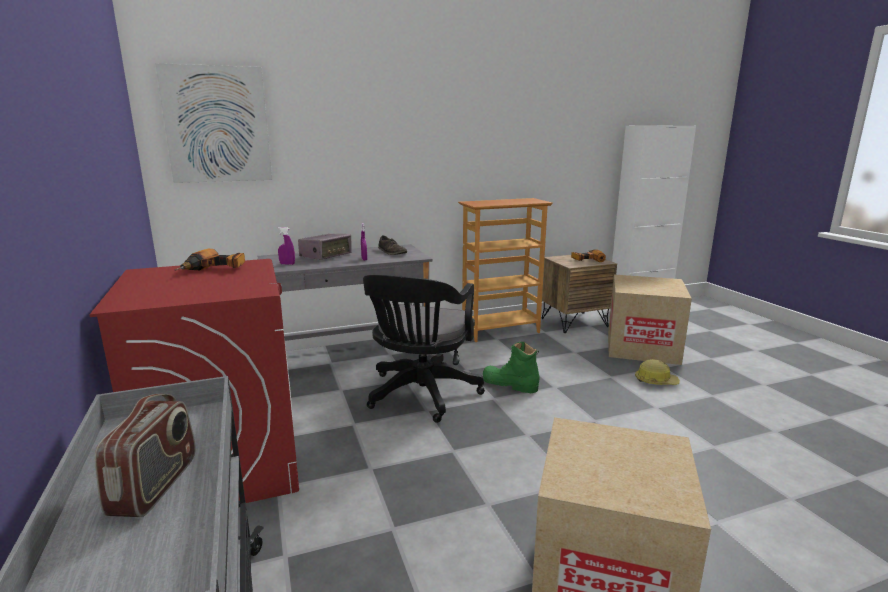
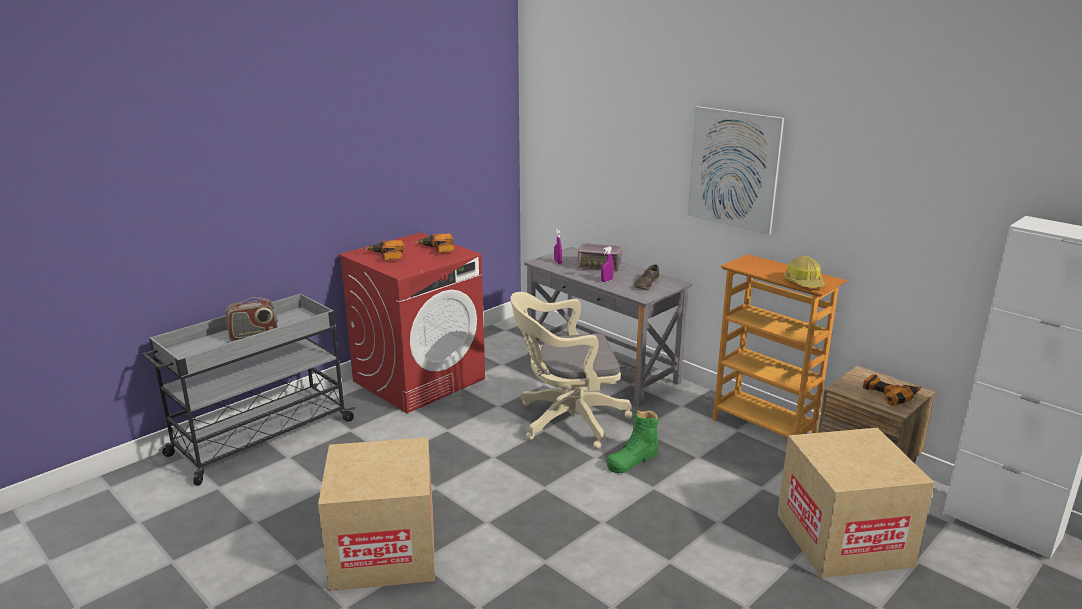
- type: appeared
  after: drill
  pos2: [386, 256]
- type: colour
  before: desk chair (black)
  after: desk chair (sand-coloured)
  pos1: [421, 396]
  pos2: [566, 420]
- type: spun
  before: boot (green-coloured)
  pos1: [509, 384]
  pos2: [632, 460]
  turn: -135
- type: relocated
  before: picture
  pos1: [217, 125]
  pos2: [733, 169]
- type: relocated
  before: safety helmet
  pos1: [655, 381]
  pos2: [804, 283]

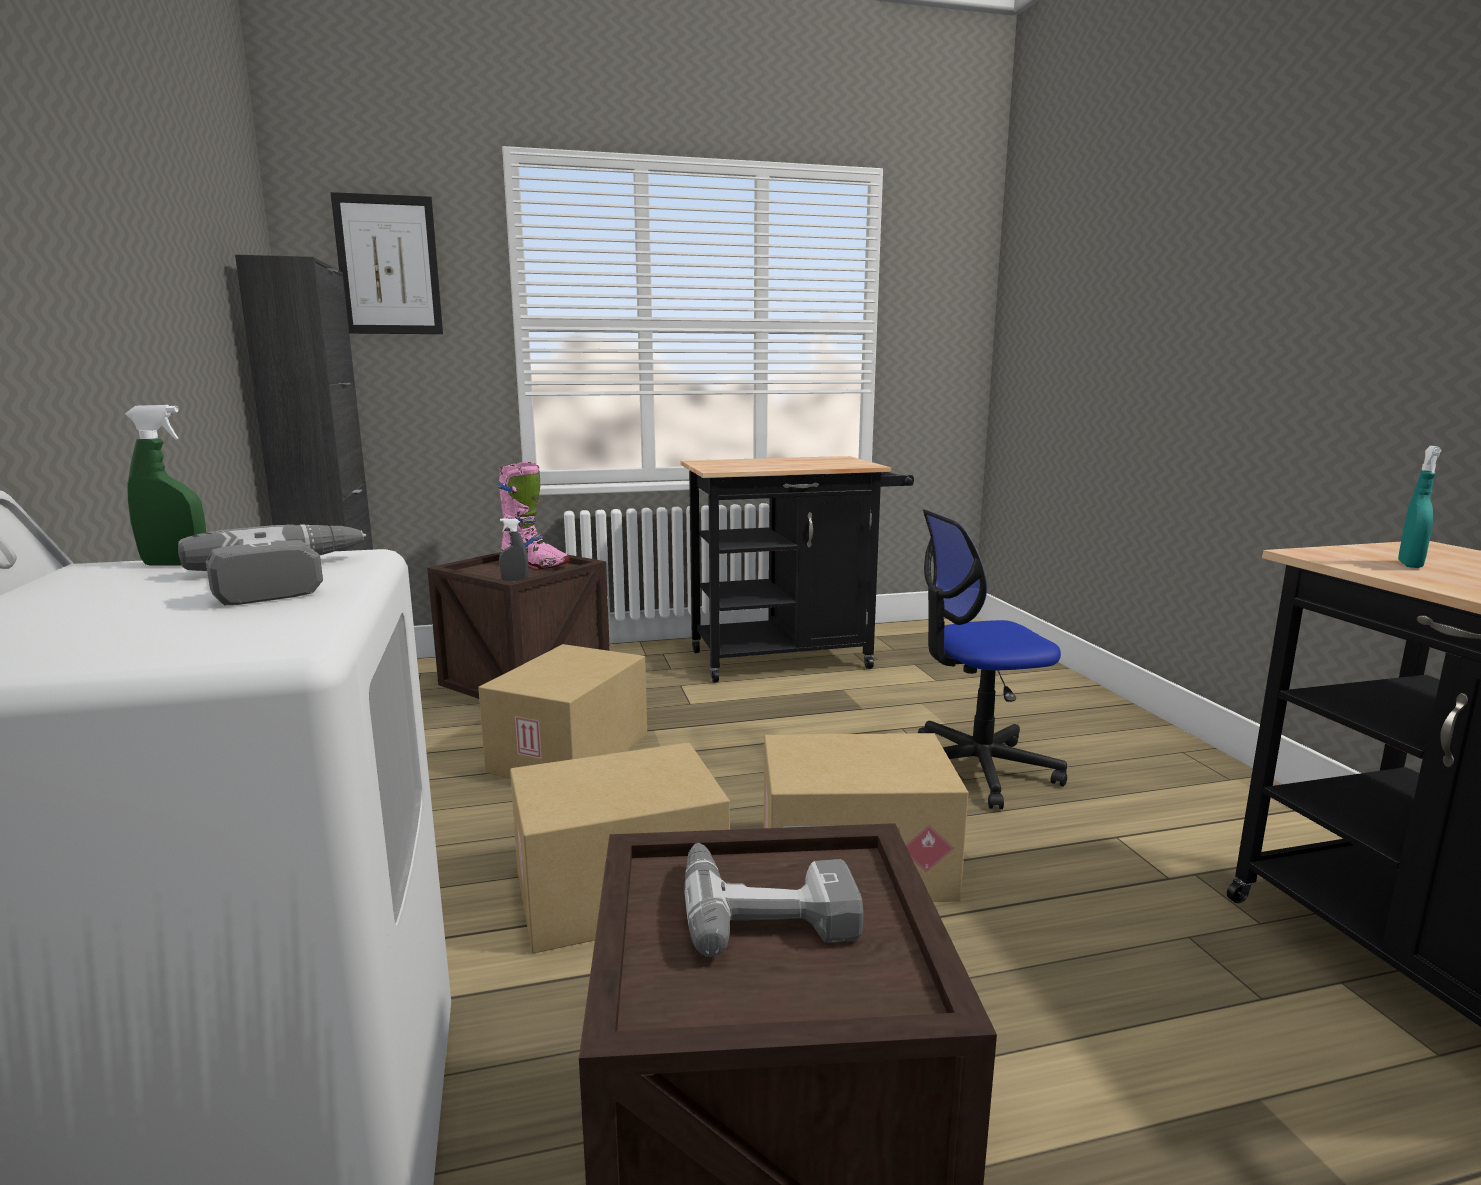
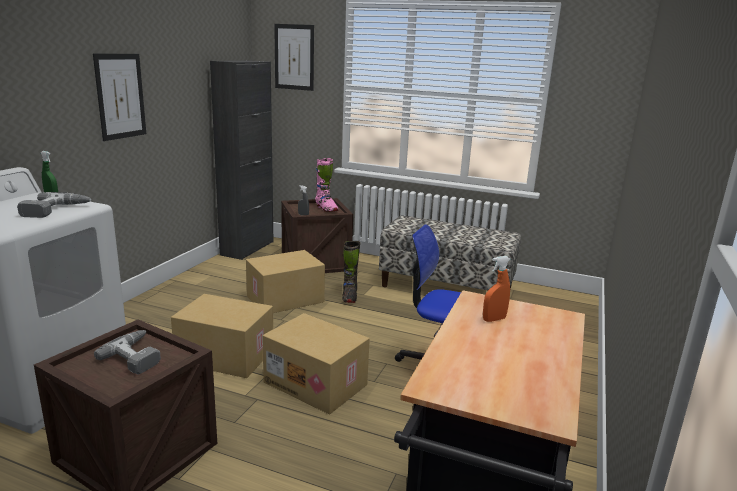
- type: appeared
  after: picture
  pos2: [120, 96]
- type: appeared
  after: boot (black)
  pos2: [349, 296]
- type: exchanged
  before: wheeled cart (black)
  after: long seat
  pos1: [792, 658]
  pos2: [446, 288]
- type: colour
  before: spray bottle (turquoise)
  after: spray bottle (orange-coloured)
  pos1: [1410, 565]
  pos2: [494, 319]

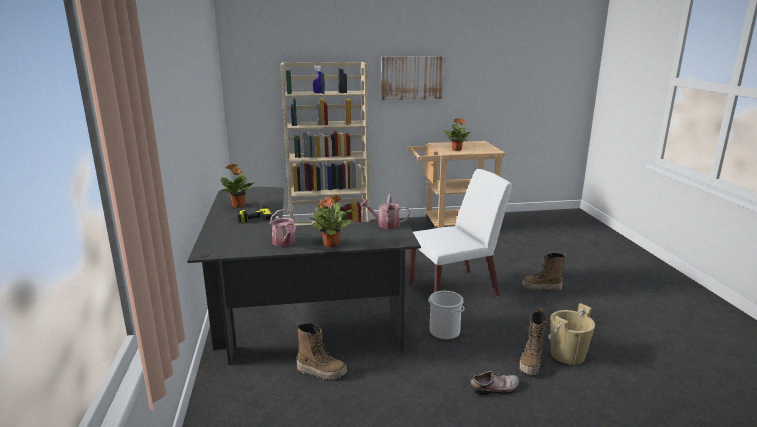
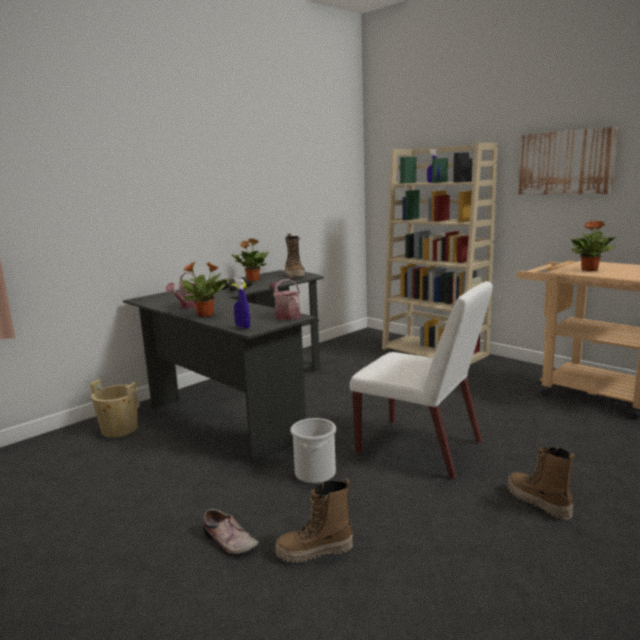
- type: relocated
  before: water bucket (sand-coloured)
  pos1: [567, 354]
  pos2: [119, 429]
- type: appeared
  after: spray bottle (blue)
  pos2: [242, 327]
- type: relocated
  before: boot
  pos1: [321, 371]
  pos2: [295, 276]

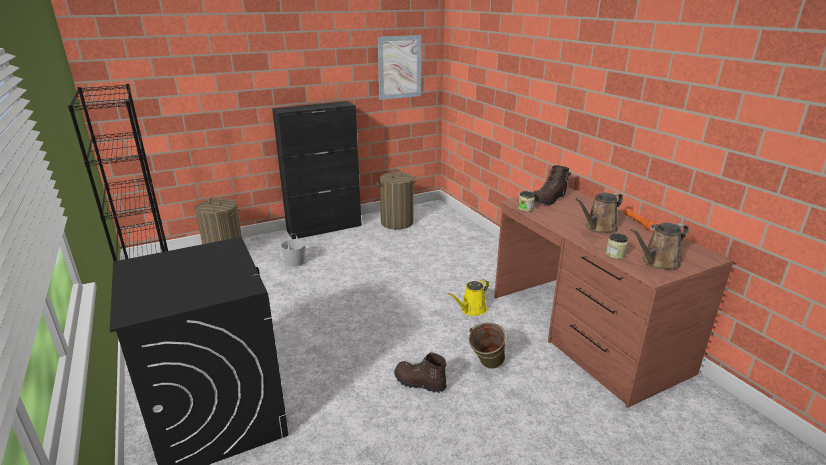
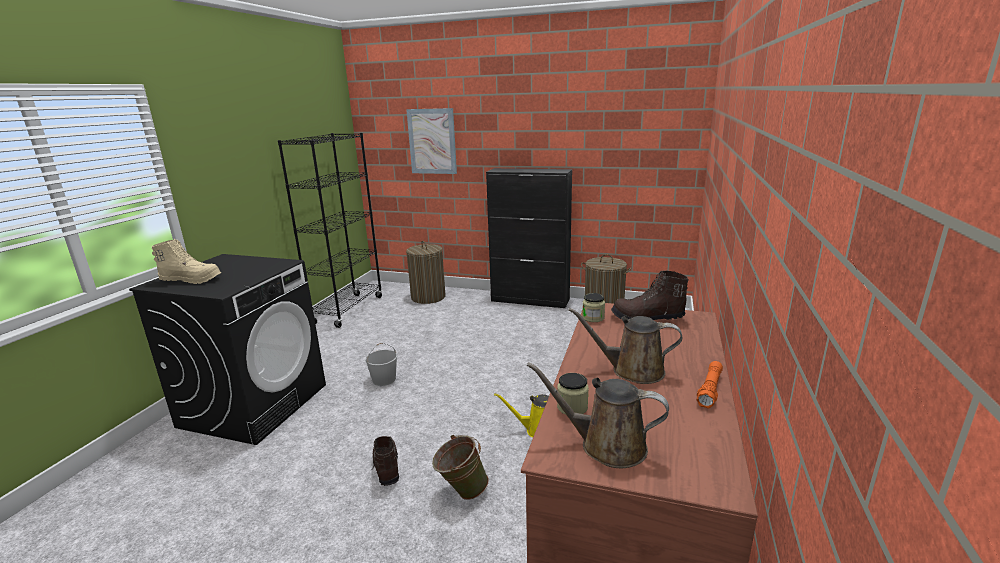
- type: appeared
  after: boot (sand-coloured)
  pos2: [192, 280]
- type: relocated
  before: water bucket (whitish)
  pos1: [295, 262]
  pos2: [383, 379]
- type: relocated
  before: picture
  pos1: [399, 67]
  pos2: [432, 141]

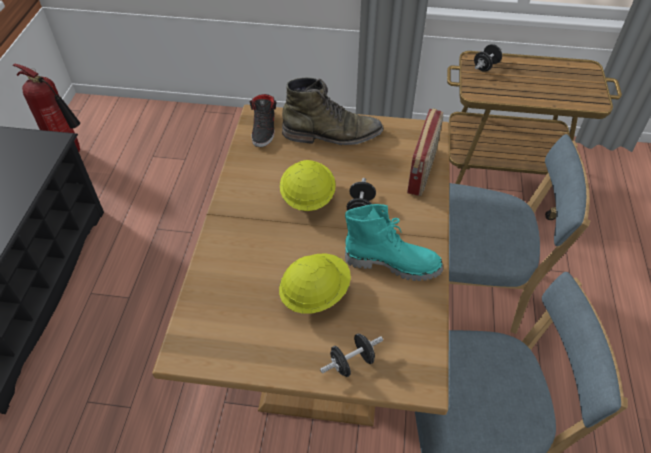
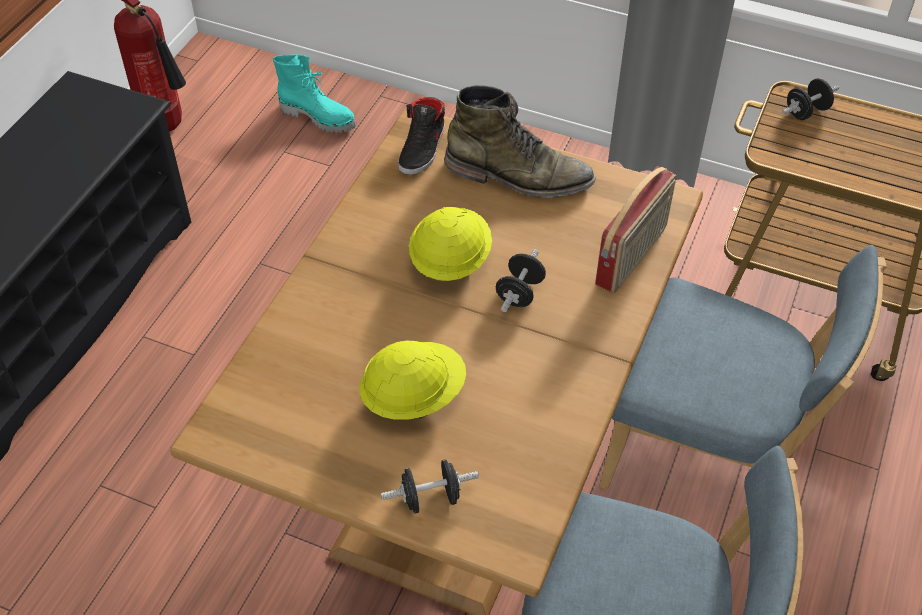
- type: relocated
  before: boot (turquoise)
  pos1: [392, 263]
  pos2: [318, 117]

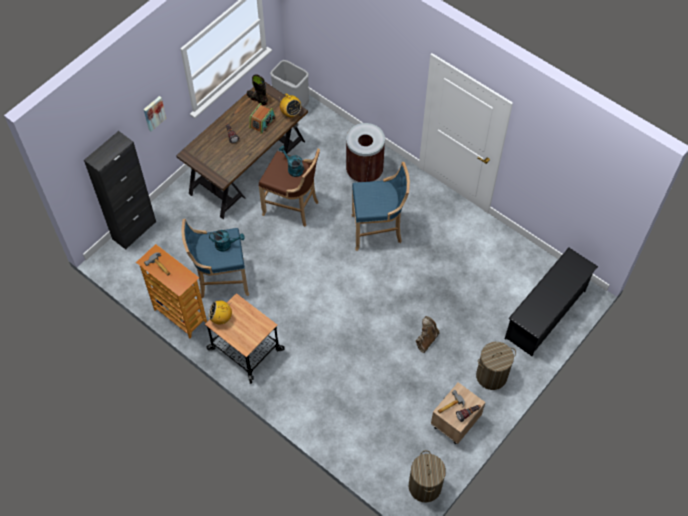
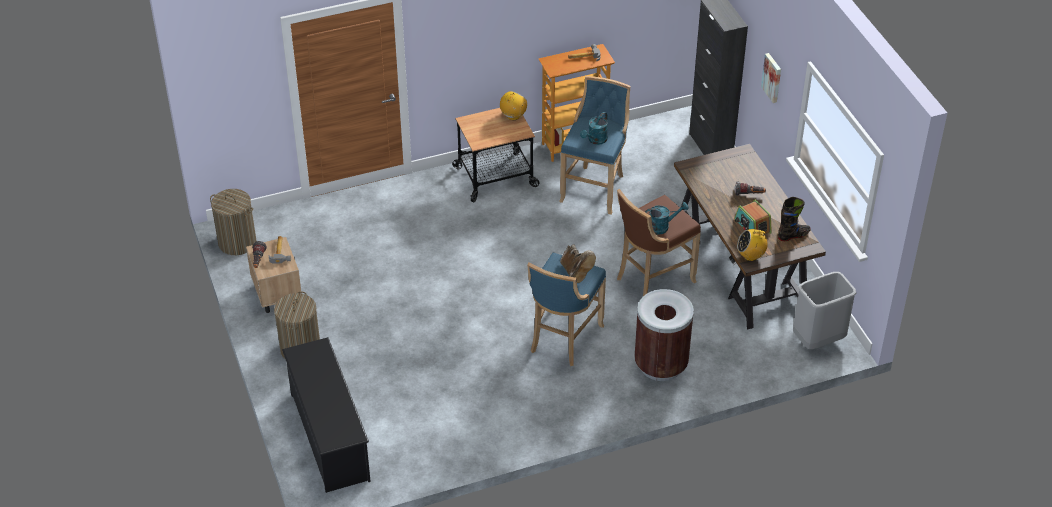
- type: relocated
  before: boot (brownish)
  pos1: [426, 339]
  pos2: [576, 273]

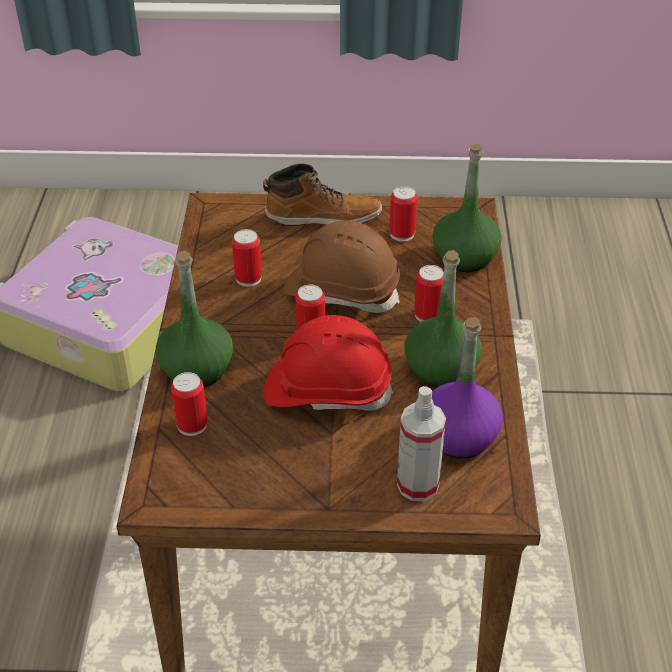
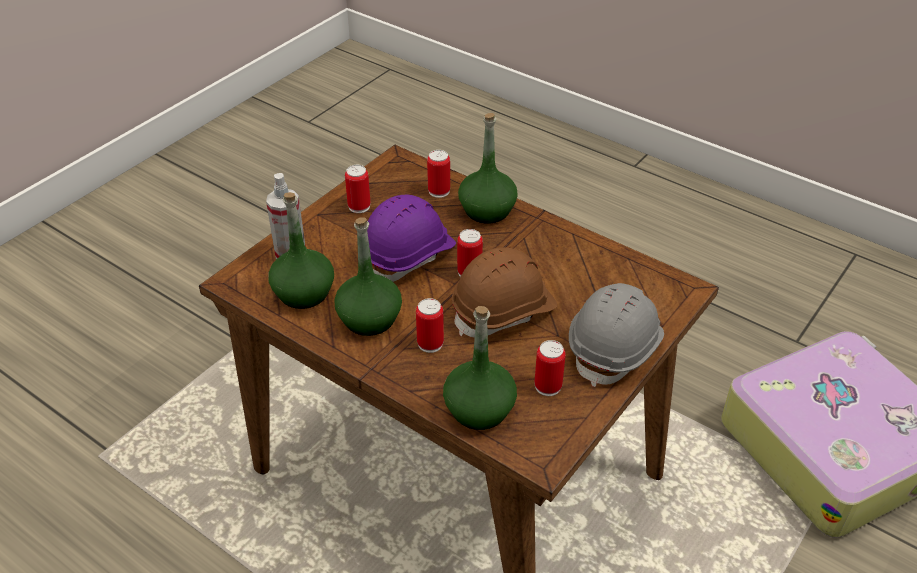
- type: colour
  before: bottle (purple)
  after: bottle (green-coloured)
  pos1: [459, 437]
  pos2: [303, 292]
- type: relocated
  before: metal can
  pos1: [248, 278]
  pos2: [359, 206]
- type: colour
  before: safety helmet (reddish)
  after: safety helmet (purple)
  pos1: [327, 390]
  pos2: [408, 256]
- type: exchanged
  before: boot
  after: safety helmet (grey)
  pos1: [323, 217]
  pos2: [615, 348]

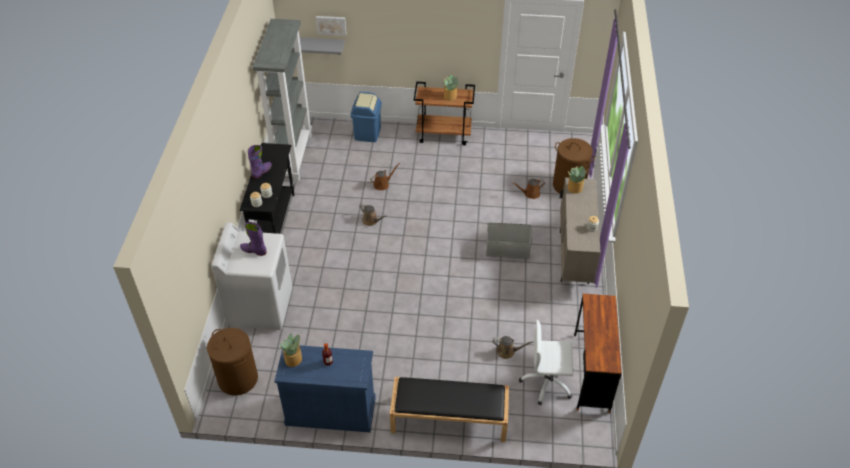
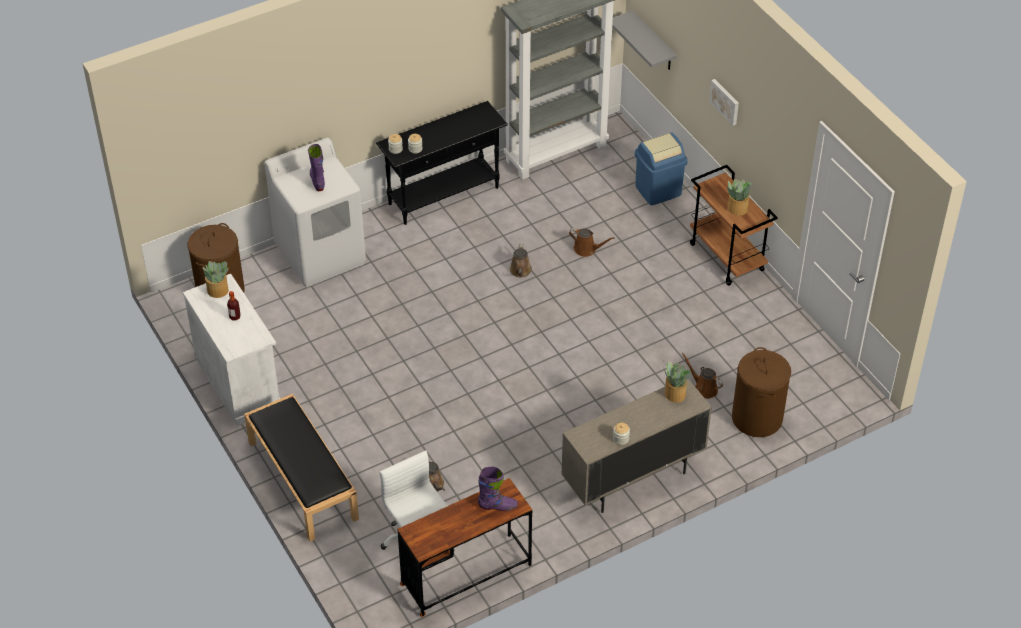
- type: colour
  before: cupboard (blue)
  after: cupboard (whitish)
  pos1: [330, 411]
  pos2: [238, 381]
- type: relocated
  before: boot (purple)
  pos1: [262, 172]
  pos2: [498, 506]
- type: relocated
  before: picture
  pos1: [331, 25]
  pos2: [725, 101]
- type: missing
  before: storage container (grey)
  pos1: [507, 249]

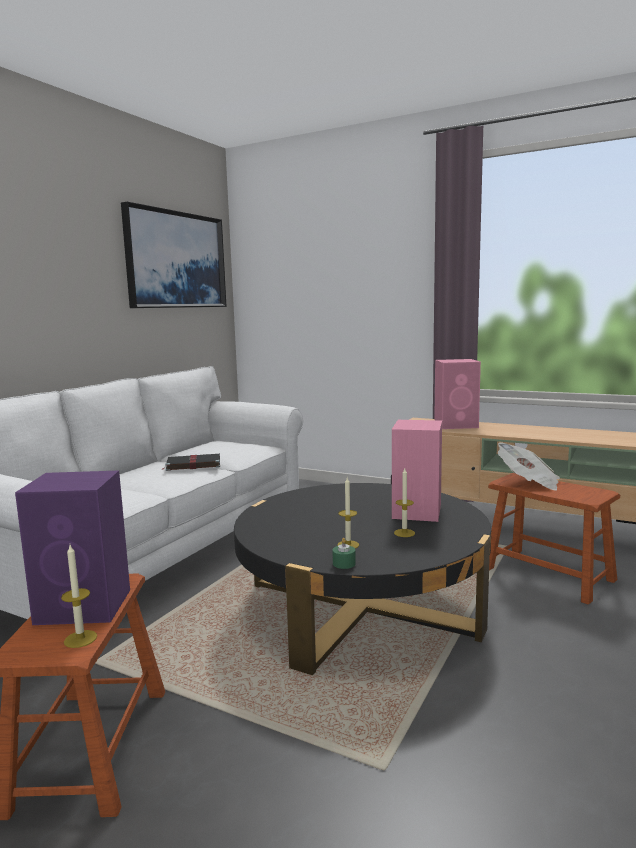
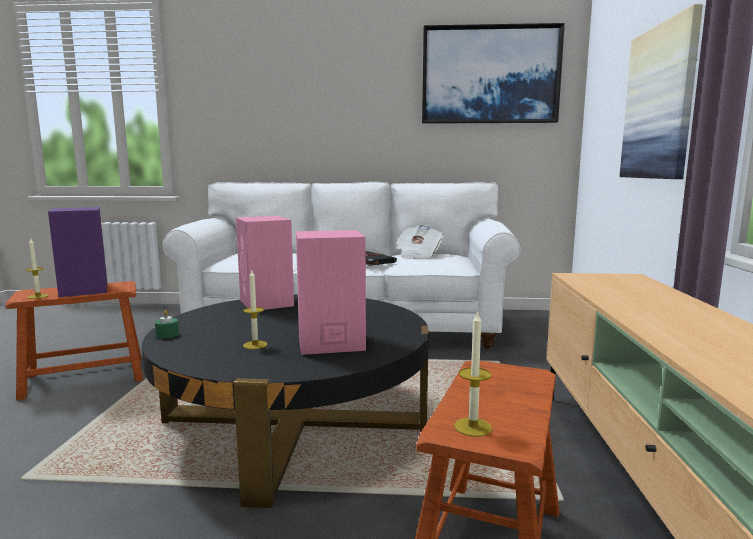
- type: relocated
  before: audio speaker (pink-coloured)
  pos1: [457, 425]
  pos2: [266, 303]
- type: relocated
  before: printed paper
  pos1: [528, 482]
  pos2: [417, 255]
- type: relocated
  before: candle
  pos1: [348, 545]
  pos2: [473, 427]
- type: appeared
  after: picture
  pos2: [659, 103]

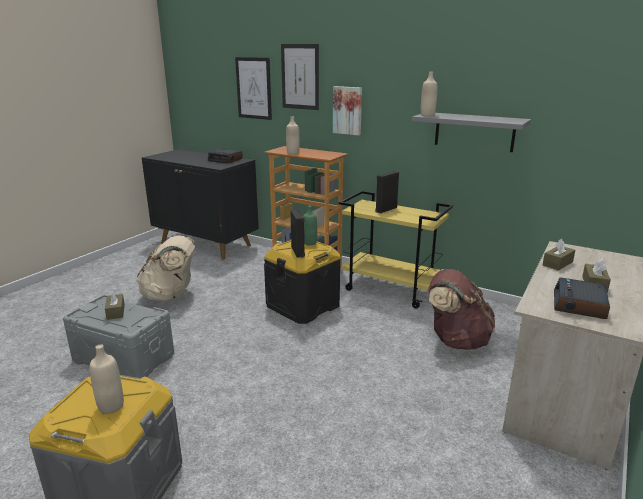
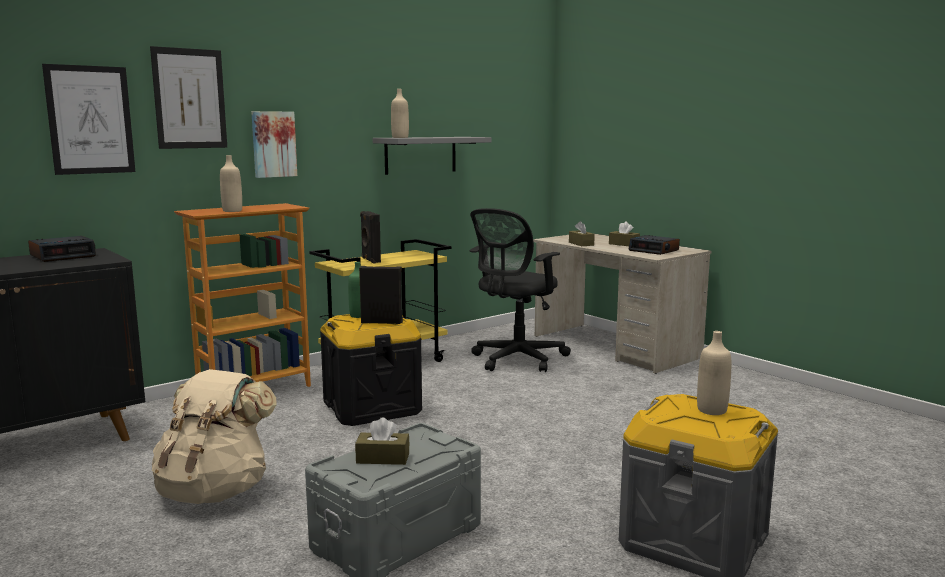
- type: exchanged
  before: rucksack (brownish)
  after: desk chair (black)
  pos1: [456, 340]
  pos2: [516, 360]

